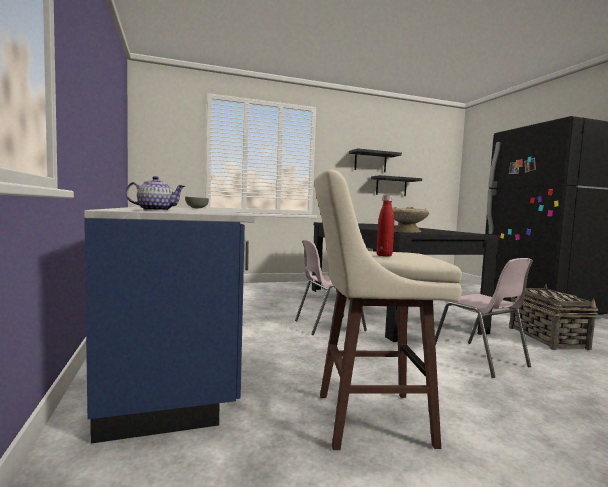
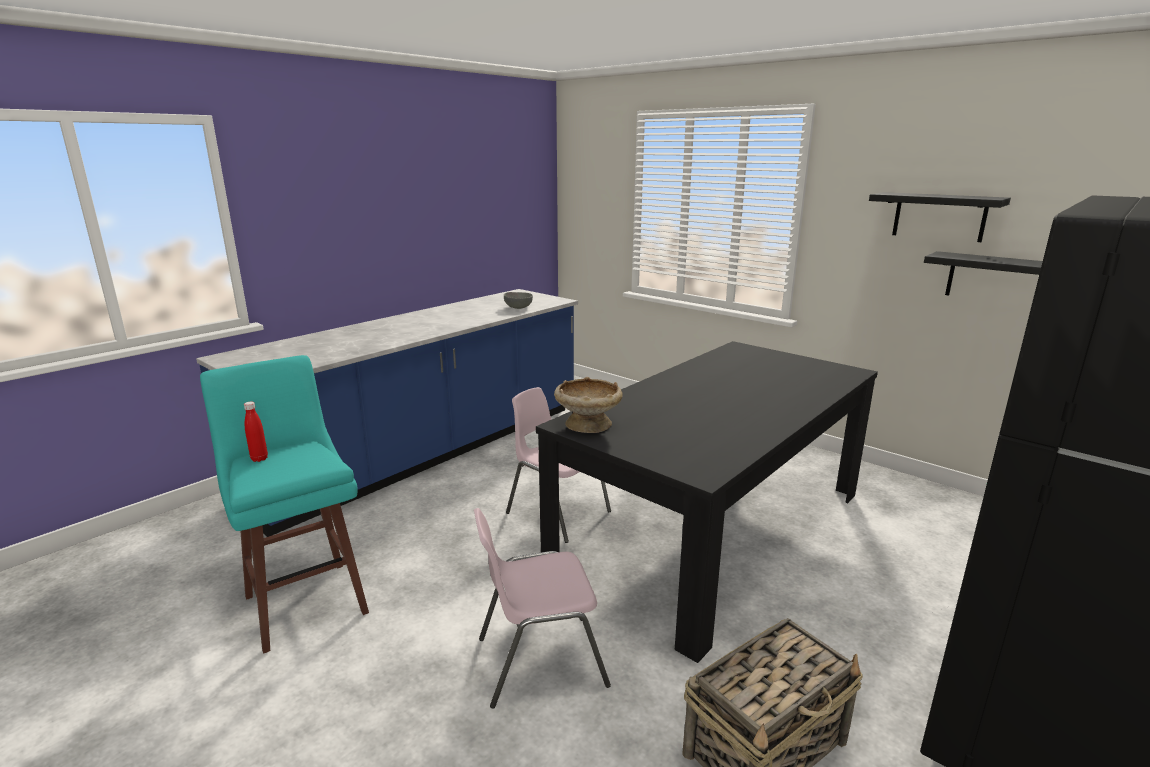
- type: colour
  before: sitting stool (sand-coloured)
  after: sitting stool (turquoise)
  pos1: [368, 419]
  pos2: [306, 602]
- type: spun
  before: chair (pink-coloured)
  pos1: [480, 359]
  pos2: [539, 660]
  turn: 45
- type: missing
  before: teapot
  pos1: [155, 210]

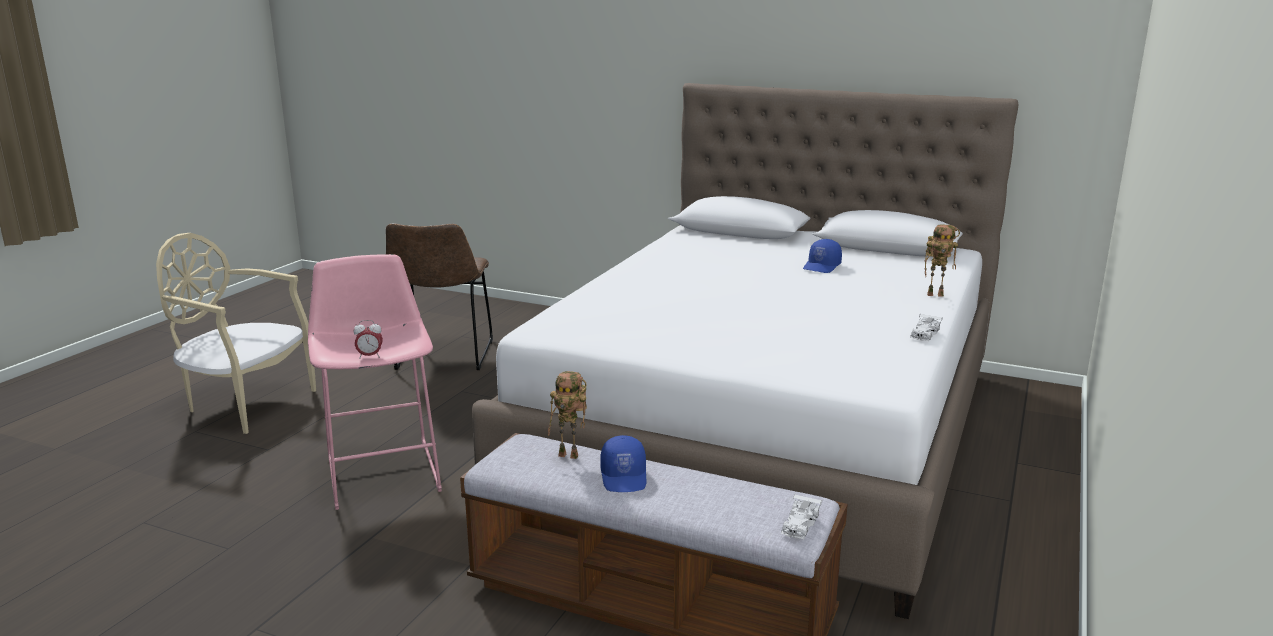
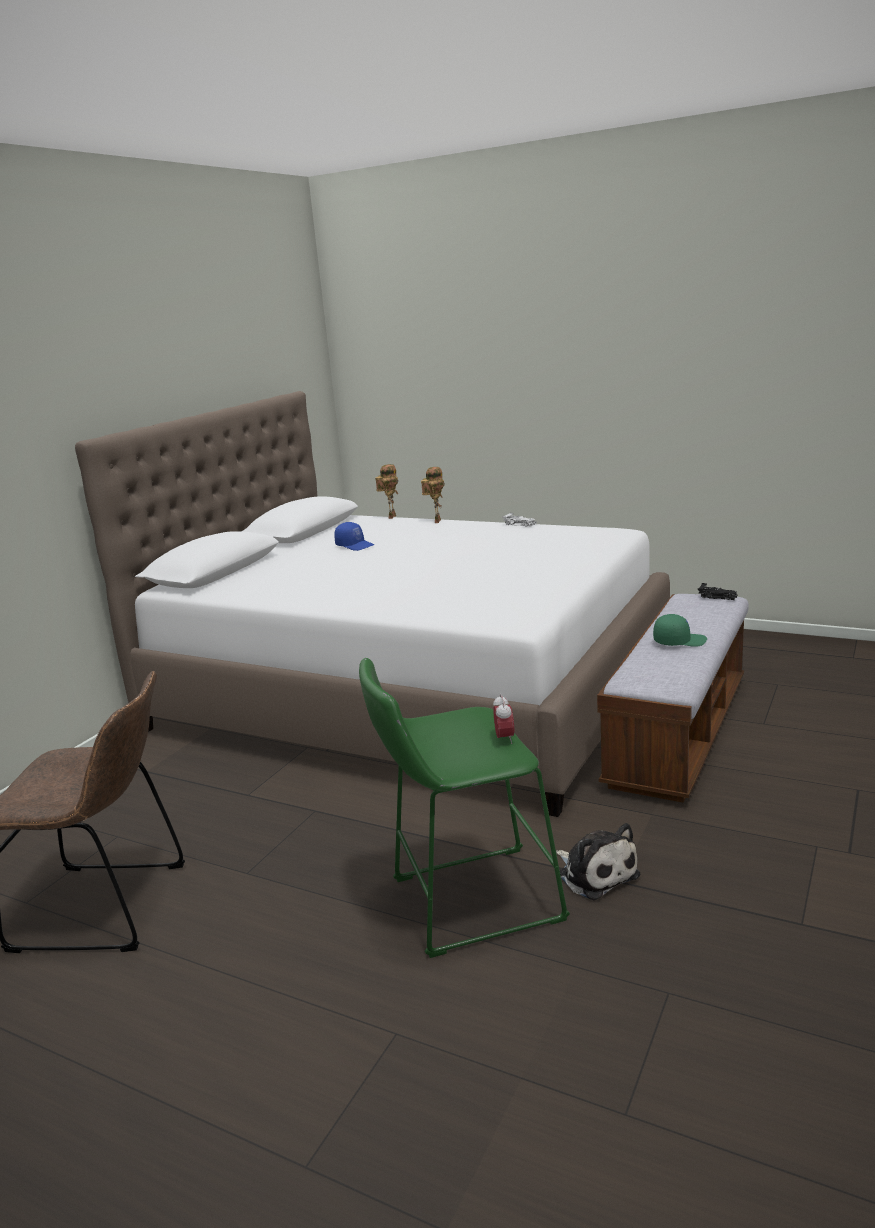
- type: colour
  before: sitting stool (pink-coloured)
  after: sitting stool (green-coloured)
  pos1: [383, 469]
  pos2: [467, 901]
- type: relocated
  before: toy robot
  pos1: [570, 455]
  pos2: [391, 517]
- type: appeared
  after: plush toy
  pos2: [595, 873]
- type: colour
  before: cap (blue)
  after: cap (green-coloured)
  pos1: [625, 477]
  pos2: [679, 641]
- type: colour
  before: toy car (whitish)
  after: toy car (black)
  pos1: [799, 524]
  pos2: [717, 597]
- type: missing
  before: chair (sand-coloured)
  pos1: [246, 404]

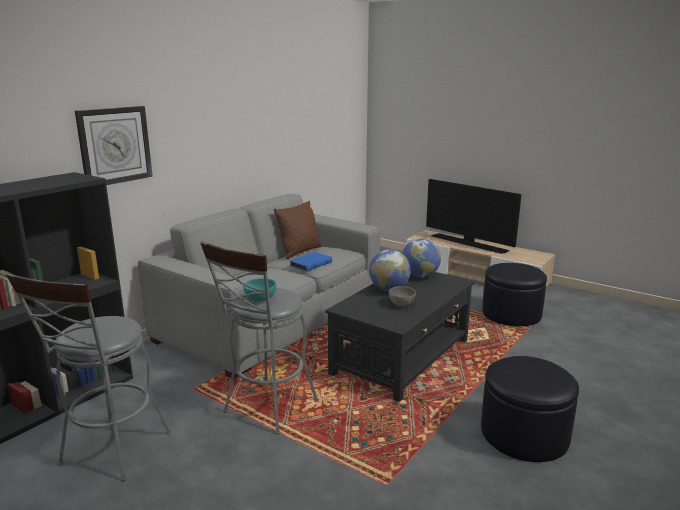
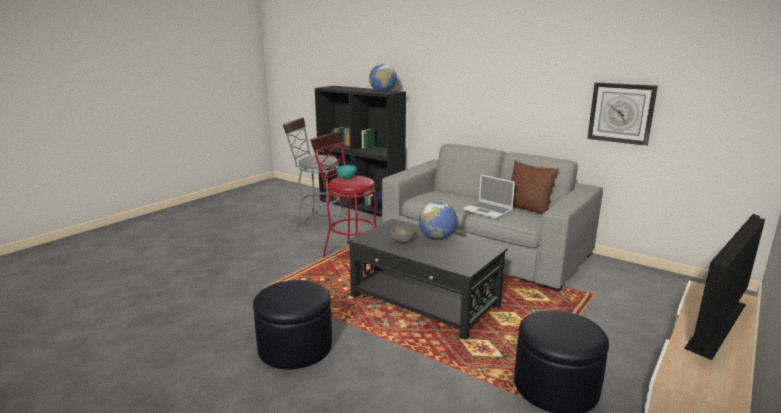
- type: colour
  before: sitting stool (grey)
  after: sitting stool (reddish)
  pos1: [266, 409]
  pos2: [349, 253]
- type: relocated
  before: desk globe
  pos1: [420, 276]
  pos2: [383, 92]
- type: exchanged
  before: bound book (blue)
  after: notebook computer
  pos1: [310, 263]
  pos2: [488, 211]
- type: relocated
  before: wall clock
  pos1: [115, 145]
  pos2: [621, 113]

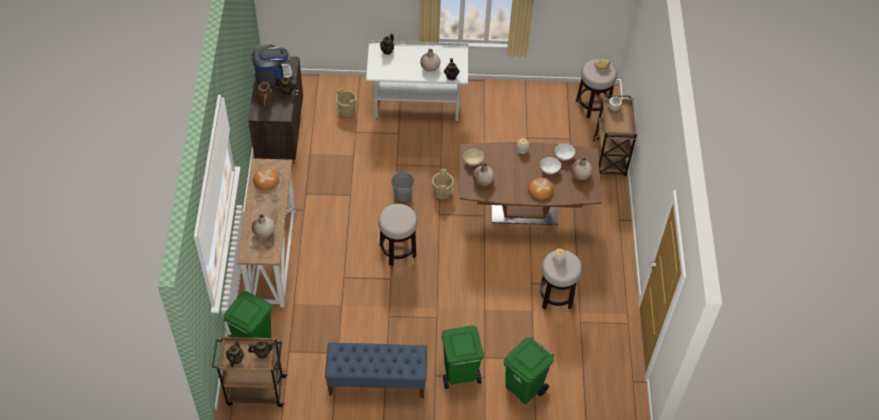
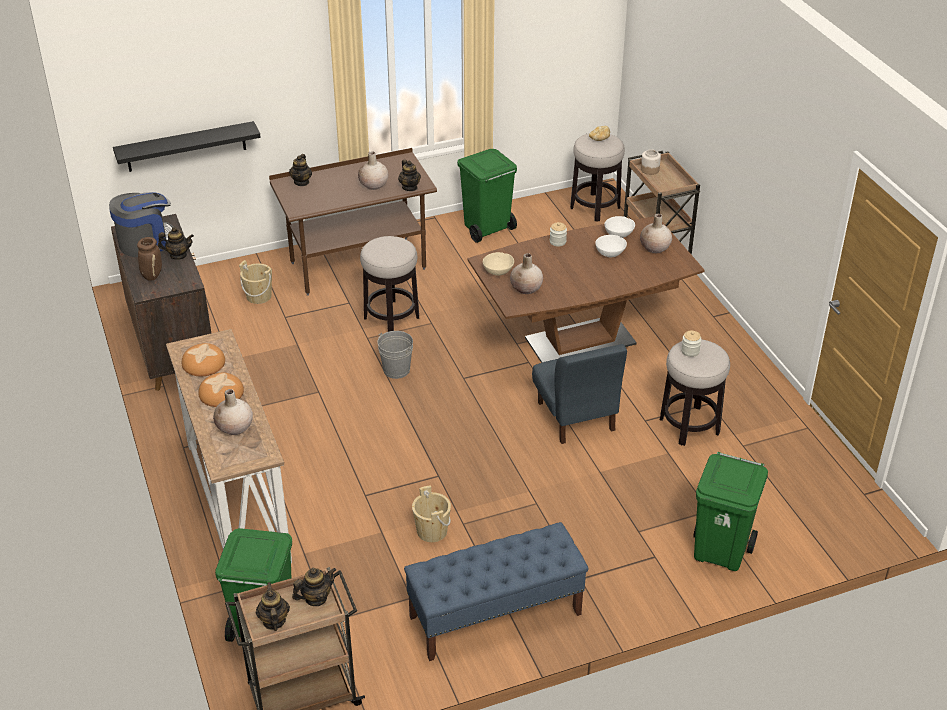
- type: appeared
  after: bracket shelf (black)
  pos2: [186, 147]
- type: relocated
  before: baked bread
  pos1: [540, 190]
  pos2: [221, 393]
- type: colour
  before: desk (whitish)
  after: desk (brownish)
  pos1: [417, 105]
  pos2: [358, 266]
- type: relocated
  before: sitting stool
  pos1: [398, 250]
  pos2: [391, 317]
- type: relocated
  before: water bucket (sand-coloured)
  pos1: [442, 192]
  pos2: [432, 531]
- type: relocated
  before: trash can (green-coloured)
  pos1: [459, 374]
  pos2: [486, 229]
- type: appeared
  after: chair (blue)
  pos2: [575, 416]

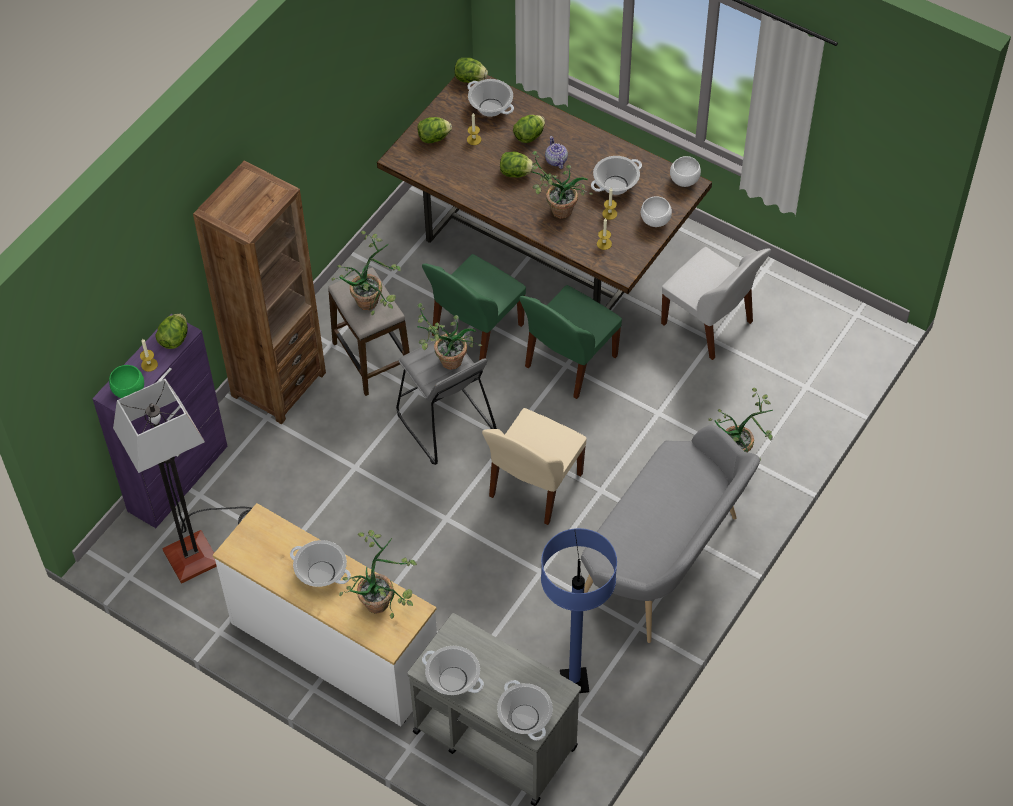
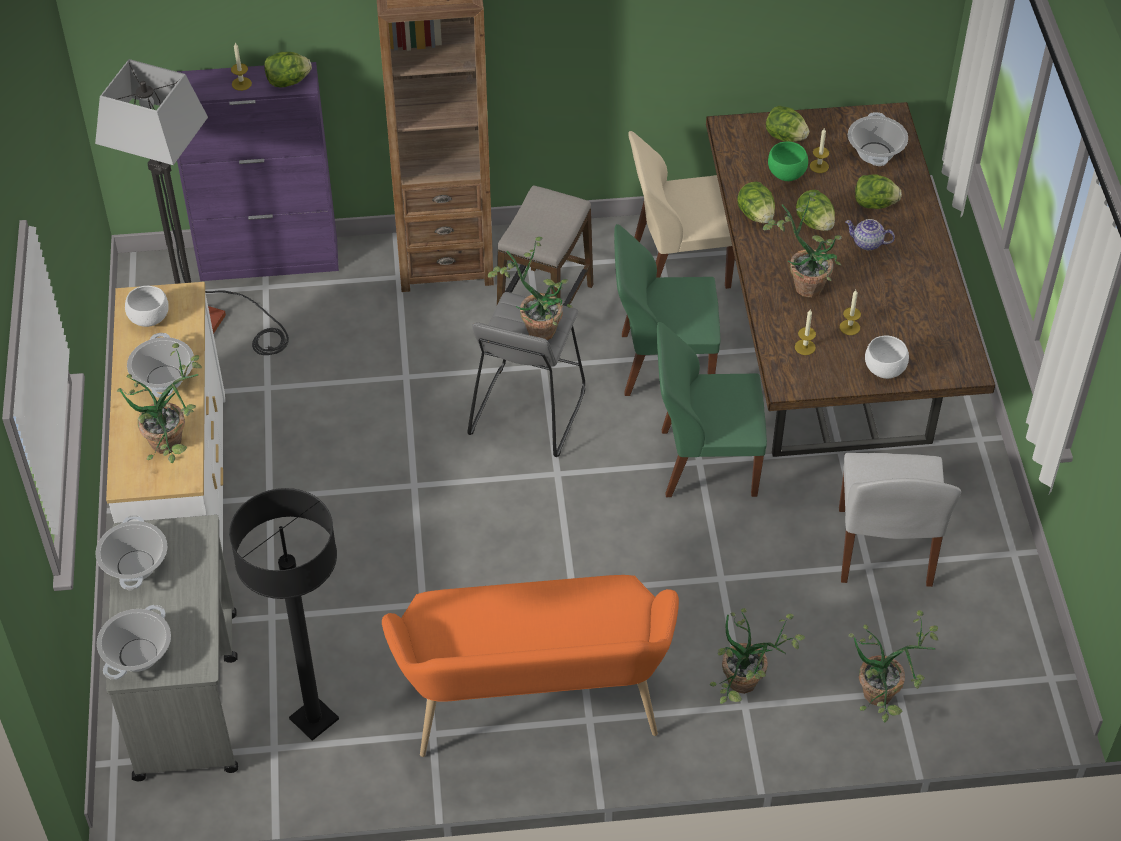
- type: relocated
  before: bowl (whitish)
  pos1: [683, 180]
  pos2: [149, 318]
- type: colour
  before: standard lamp (blue)
  after: standard lamp (black)
  pos1: [574, 681]
  pos2: [314, 719]
- type: colour
  before: long seat (grey)
  after: long seat (orange-coloured)
  pos1: [665, 564]
  pos2: [534, 708]
- type: relocated
  before: chair (sand-coloured)
  pos1: [534, 487]
  pos2: [678, 264]
- type: relocated
  before: lettuce
  pos1: [470, 79]
  pos2: [756, 215]
- type: relocated
  before: bowl (green-coloured)
  pos1: [129, 391]
  pos2: [786, 175]
- type: spun
  before: teapot
  pos1: [556, 160]
  pos2: [868, 243]
  turn: -105
- type: relocated
  before: plant in a pot
  pos1: [373, 301]
  pos2: [885, 698]
- type: missing
  before: cooking pot
  pos1: [615, 185]

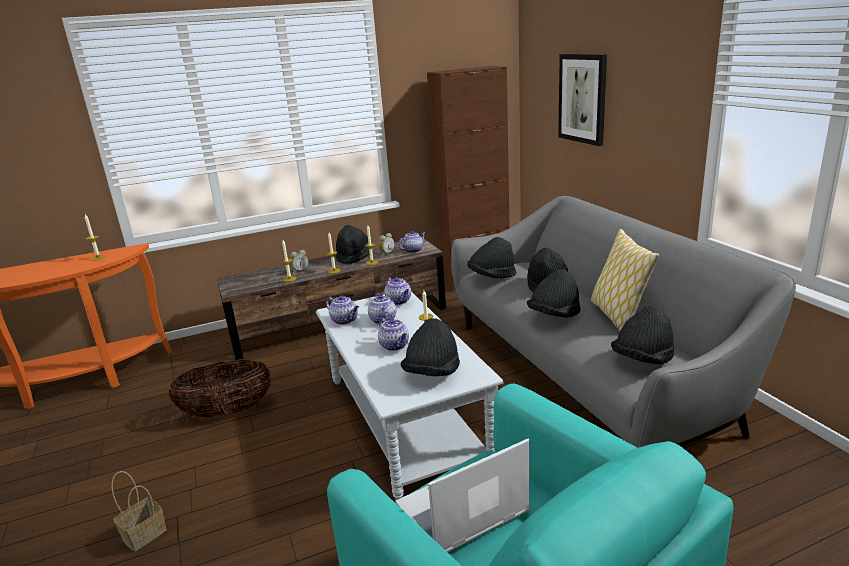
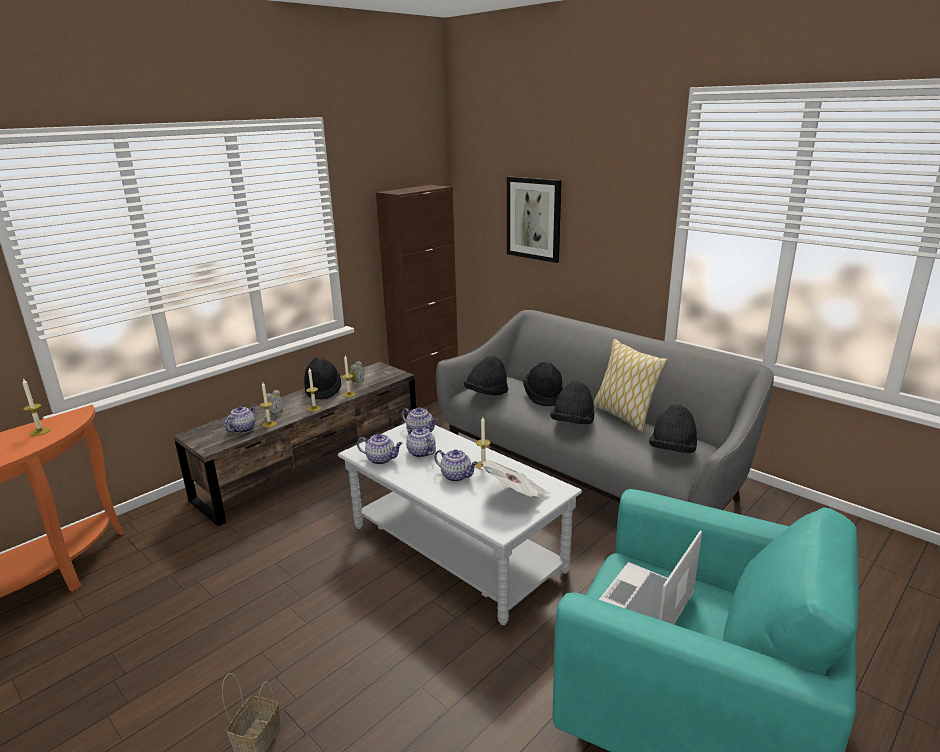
- type: relocated
  before: teapot
  pos1: [413, 250]
  pos2: [243, 429]
- type: exchanged
  before: clothing hat (black)
  after: printed paper
  pos1: [432, 373]
  pos2: [515, 495]
- type: missing
  before: household basket
  pos1: [227, 411]

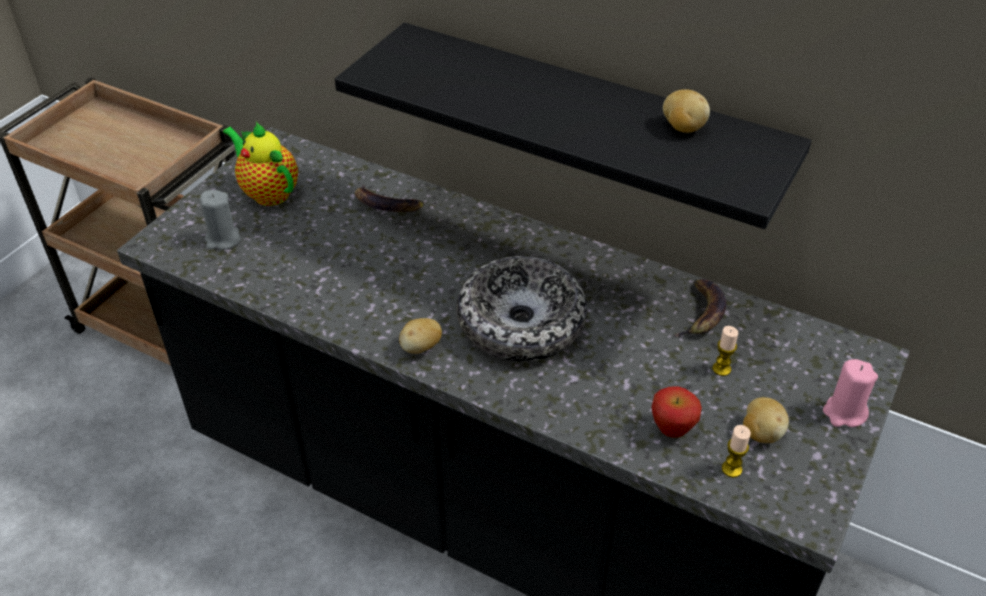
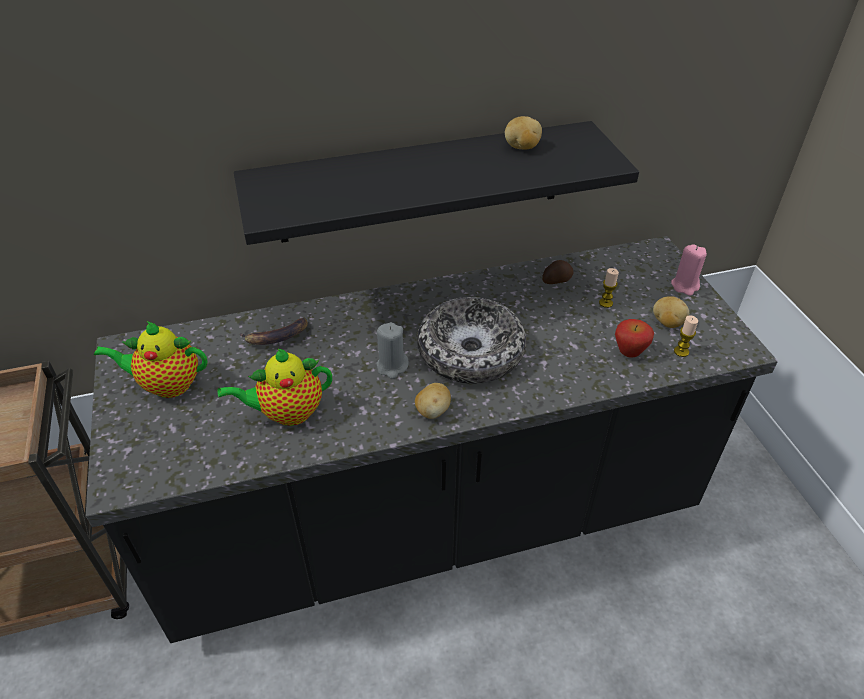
- type: appeared
  after: teapot
  pos2: [287, 413]
- type: relocated
  before: candle (grey)
  pos1: [223, 239]
  pos2: [392, 366]
- type: exchanged
  before: banana
  after: spud
  pos1: [702, 313]
  pos2: [556, 280]

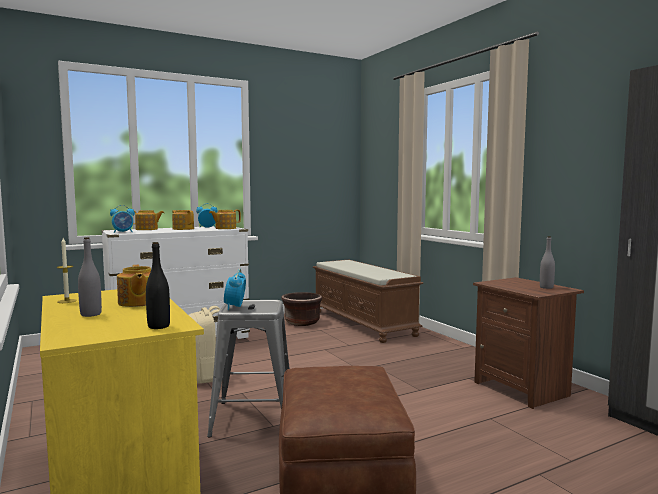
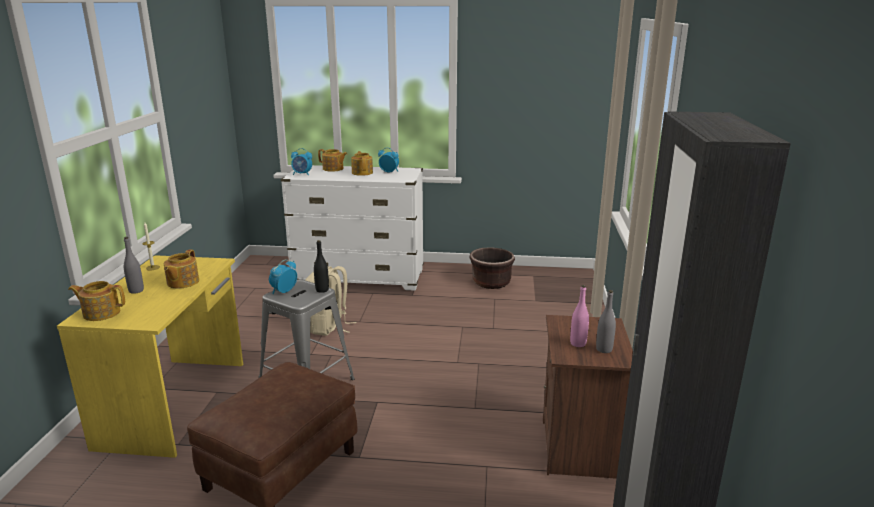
- type: relocated
  before: teapot
  pos1: [225, 228]
  pos2: [101, 313]
- type: relocated
  before: bottle (black)
  pos1: [158, 326]
  pos2: [322, 290]
- type: appeared
  after: bottle (pink-coloured)
  pos2: [578, 343]
- type: missing
  before: long seat (brownish)
  pos1: [363, 323]

